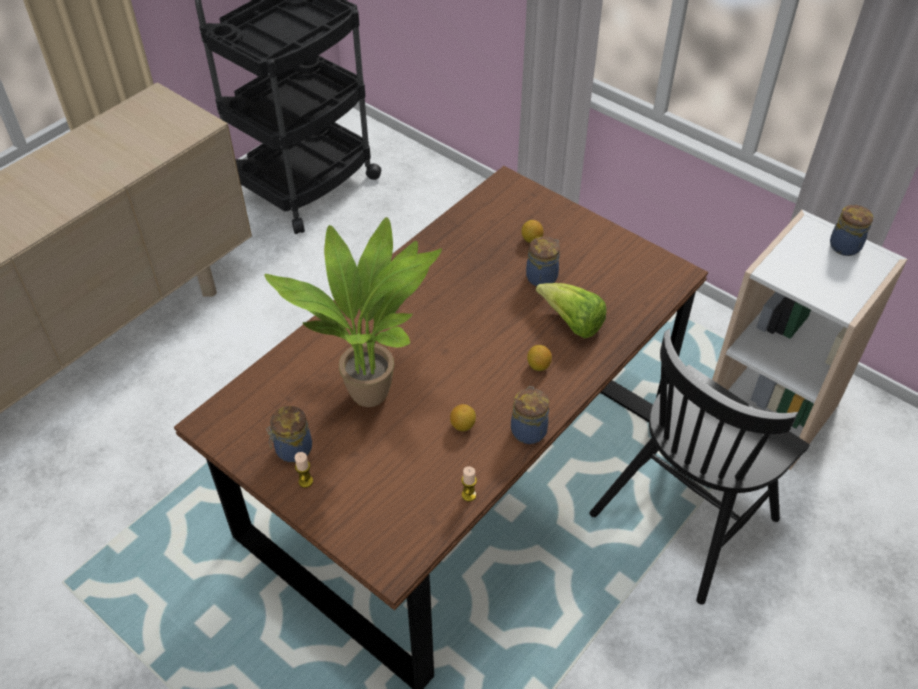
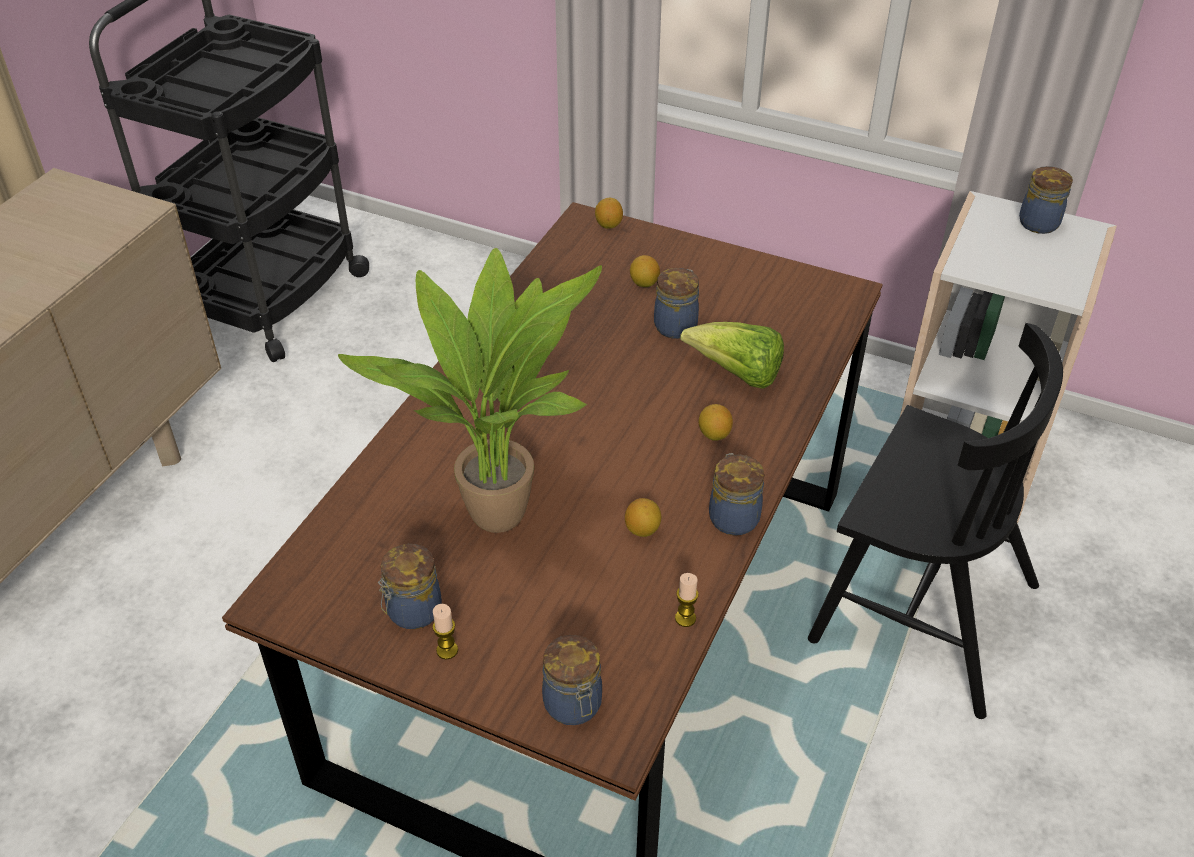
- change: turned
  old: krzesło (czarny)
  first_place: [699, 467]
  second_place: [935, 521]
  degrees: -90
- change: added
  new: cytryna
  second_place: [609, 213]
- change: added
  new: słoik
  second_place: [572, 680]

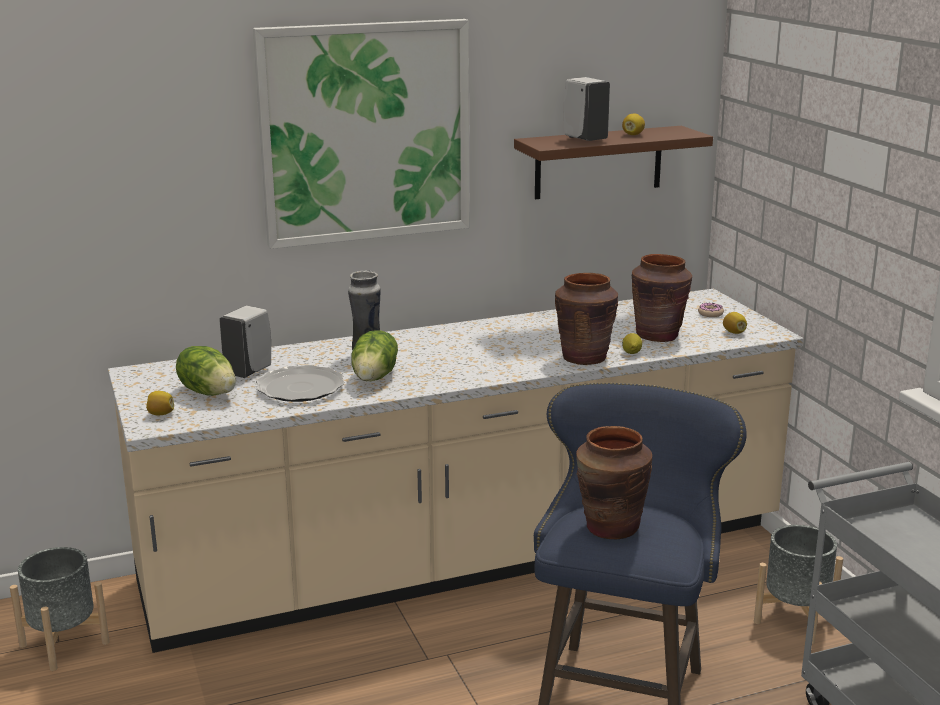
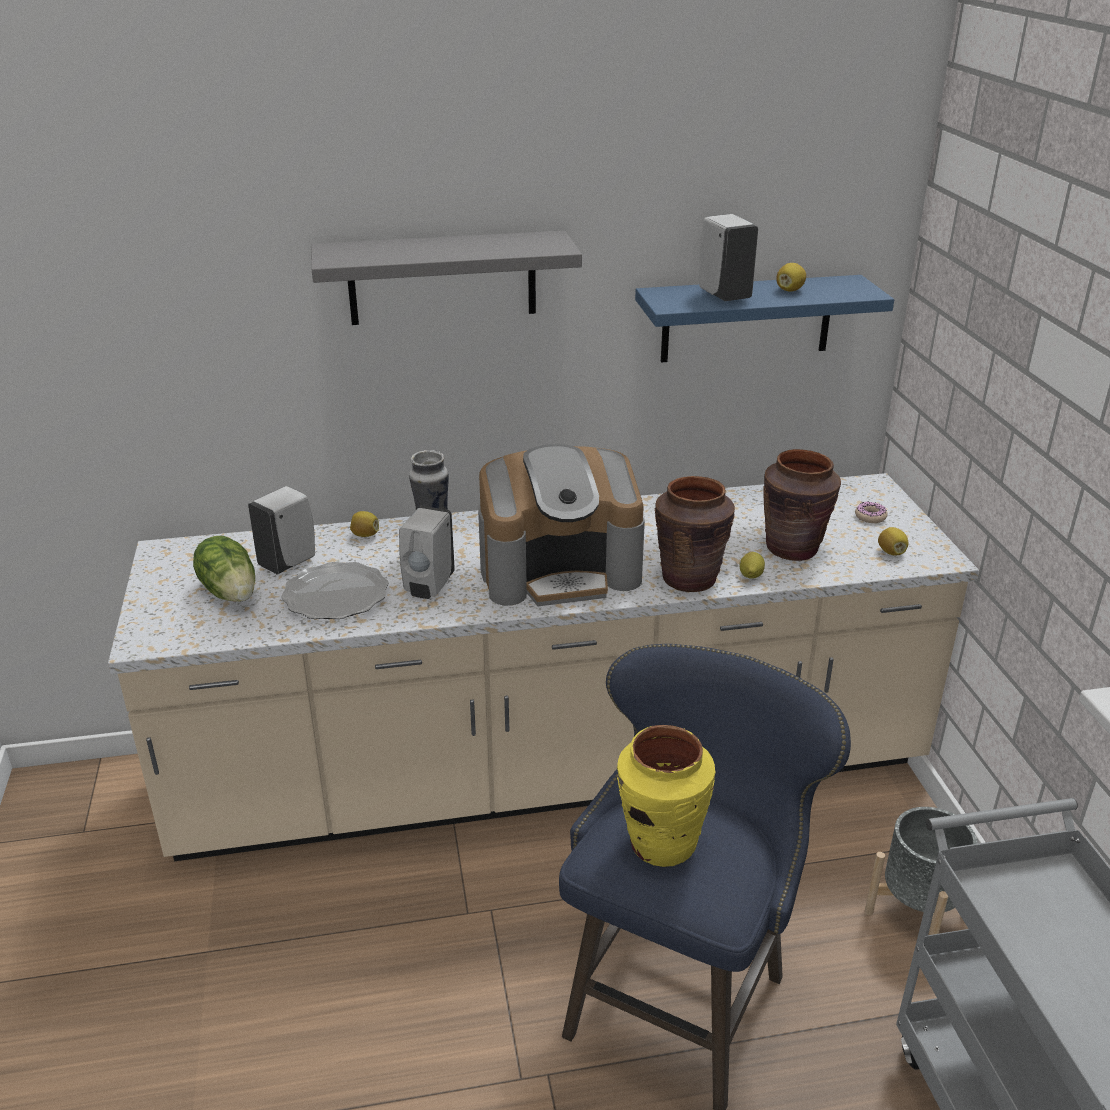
- change: replaced
  old: obraz
  new: półka (szary)
  first_place: [361, 134]
  second_place: [446, 278]
- change: recoloured
  old: półka (brązowy)
  new: półka (niebieski)
  first_place: [613, 162]
  second_place: [764, 318]
- change: replaced
  old: sałata
  new: dozownik mydła (biały)
  first_place: [374, 356]
  second_place: [427, 552]
- change: moved
  old: cytryna
  first_place: [160, 403]
  second_place: [364, 524]
- change: recoloured
  old: wazon (brązowy)
  new: wazon (żółty)
  first_place: [614, 482]
  second_place: [666, 796]
- change: removed
  old: donica (szary)
  first_place: [60, 609]
- change: added
  new: ekspres do kawy
  second_place: [561, 525]

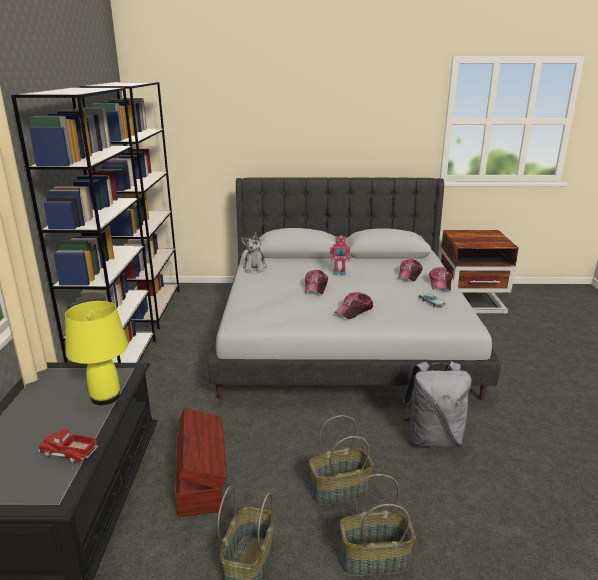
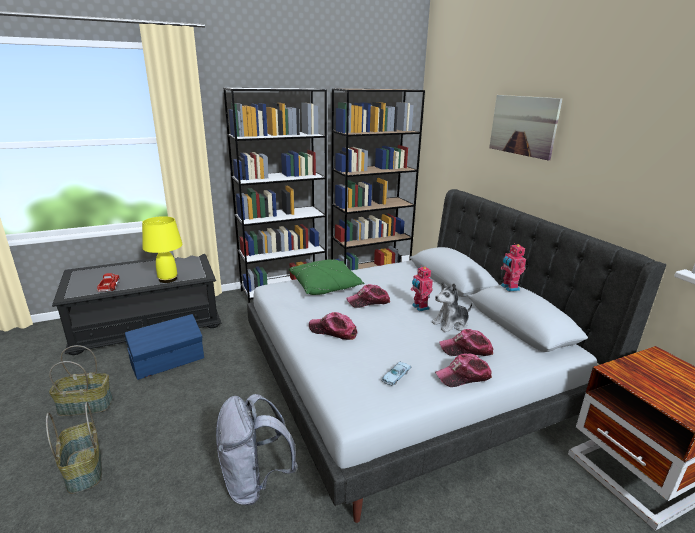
- change: moved
  old: pluszak
  first_place: [254, 252]
  second_place: [452, 307]
- change: recoloured
  old: pojemnik do przechowywania (brązowy)
  new: pojemnik do przechowywania (niebieski)
  first_place: [201, 462]
  second_place: [164, 347]
- change: removed
  old: koszyk
  first_place: [341, 460]
- change: added
  new: obraz
  second_place: [526, 127]
- change: added
  new: robot zabawkowy
  second_place: [513, 267]
- change: added
  new: poduszka (zielony)
  second_place: [326, 277]

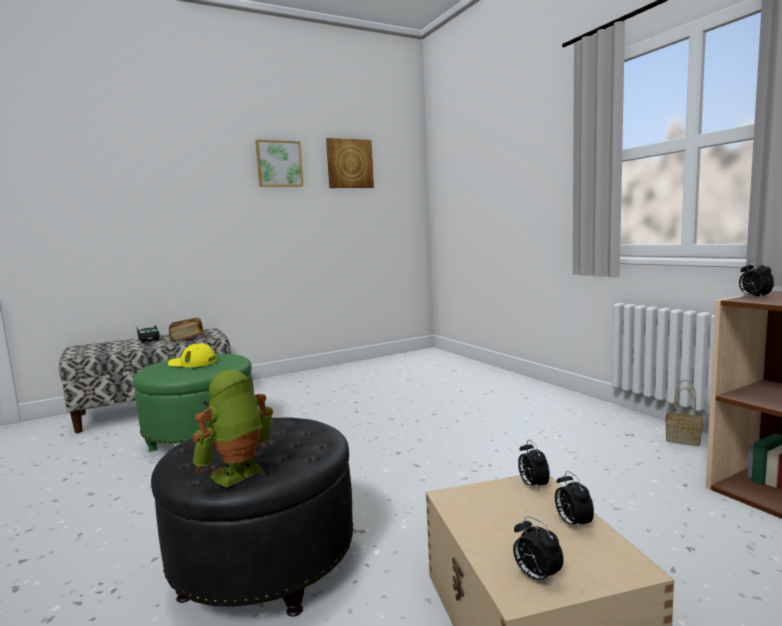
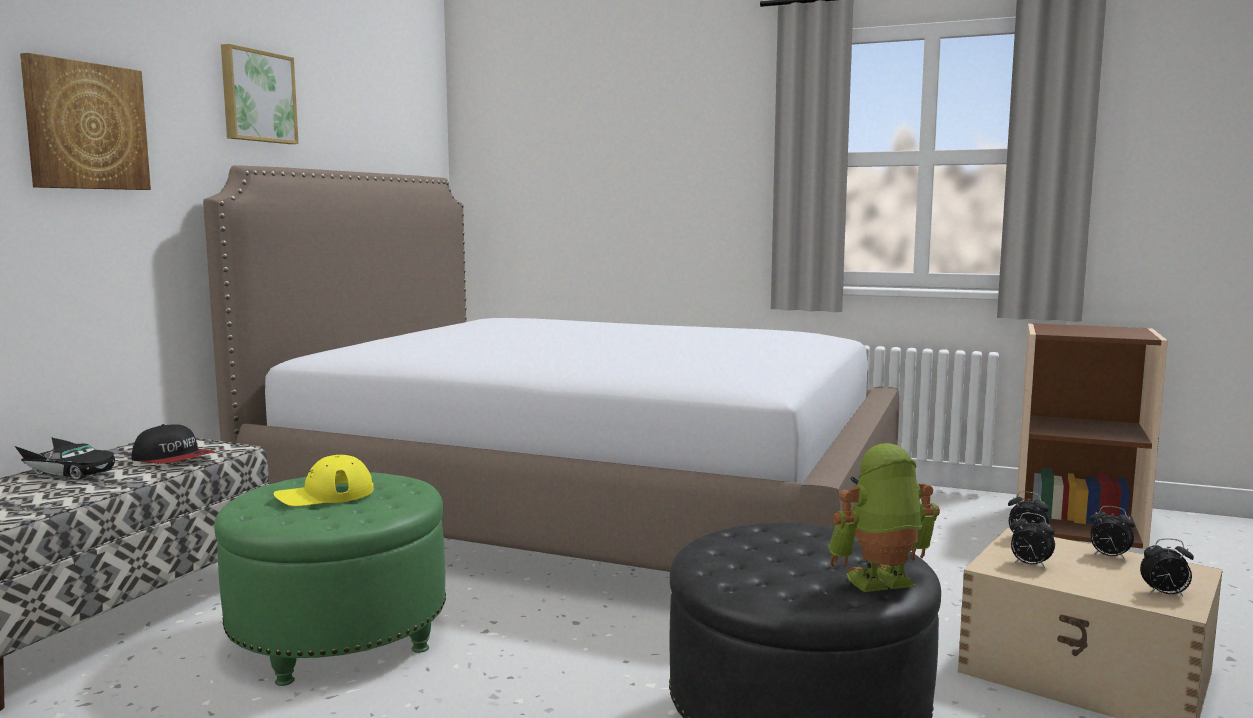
- change: moved
  old: obraz
  first_place: [350, 163]
  second_place: [85, 121]
- change: moved
  old: budzik
  first_place: [756, 279]
  second_place: [1033, 540]
- change: replaced
  old: książka
  new: czapka z daszkiem
  first_place: [186, 330]
  second_place: [173, 443]
- change: turned
  old: robot zabawkowy
  first_place: [233, 428]
  second_place: [884, 517]
  degrees: 75
- change: removed
  old: koszyk
  first_place: [684, 413]
- change: added
  new: łóżko
  second_place: [551, 368]

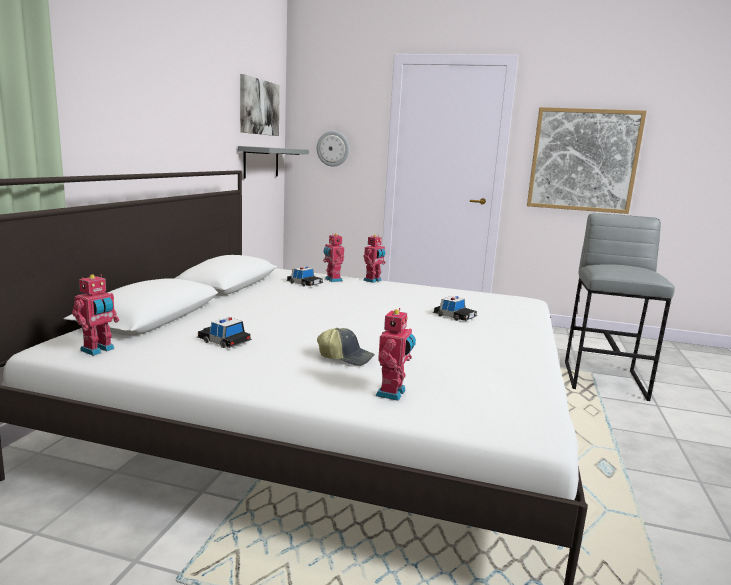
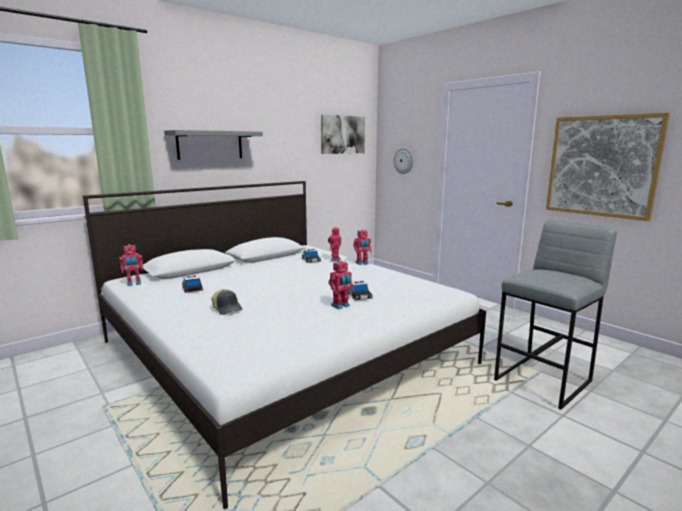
- change: moved
  old: półka (szary)
  first_place: [273, 162]
  second_place: [213, 145]
- change: moved
  old: robot zabawkowy
  first_place: [396, 354]
  second_place: [341, 284]

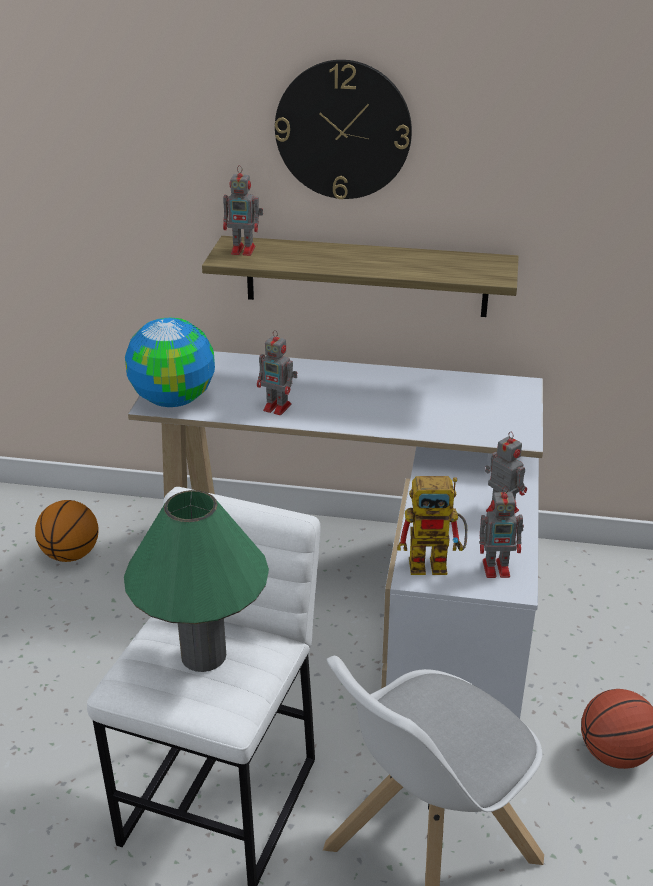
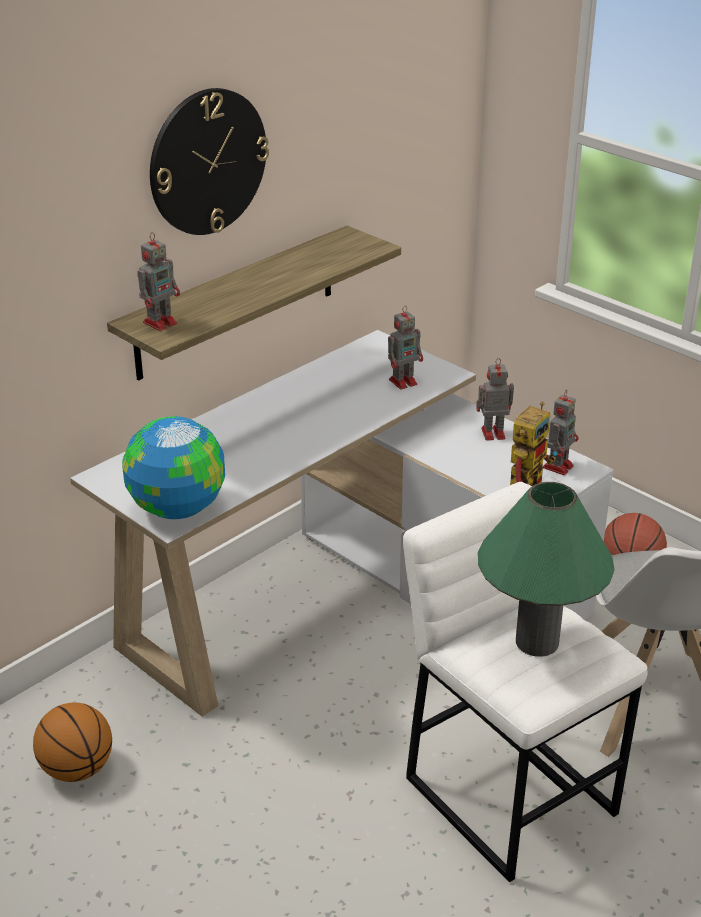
- change: moved
  old: robot zabawkowy
  first_place: [277, 372]
  second_place: [405, 348]

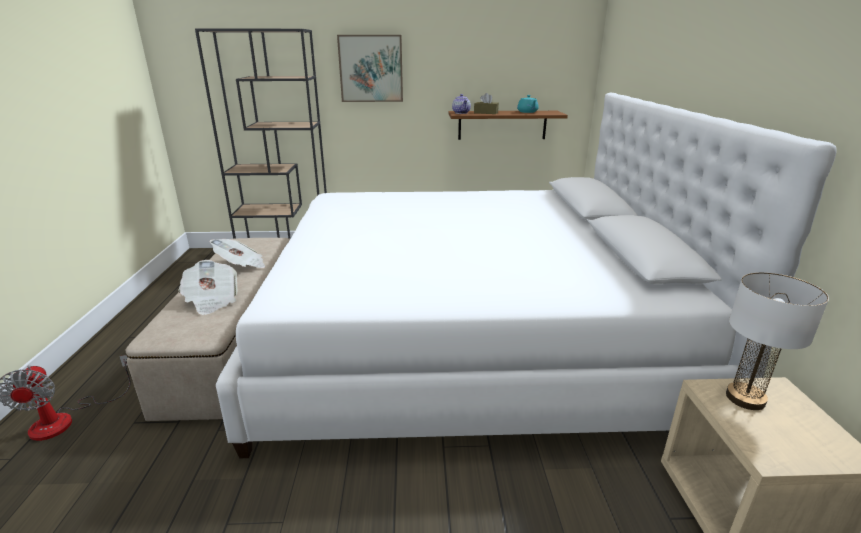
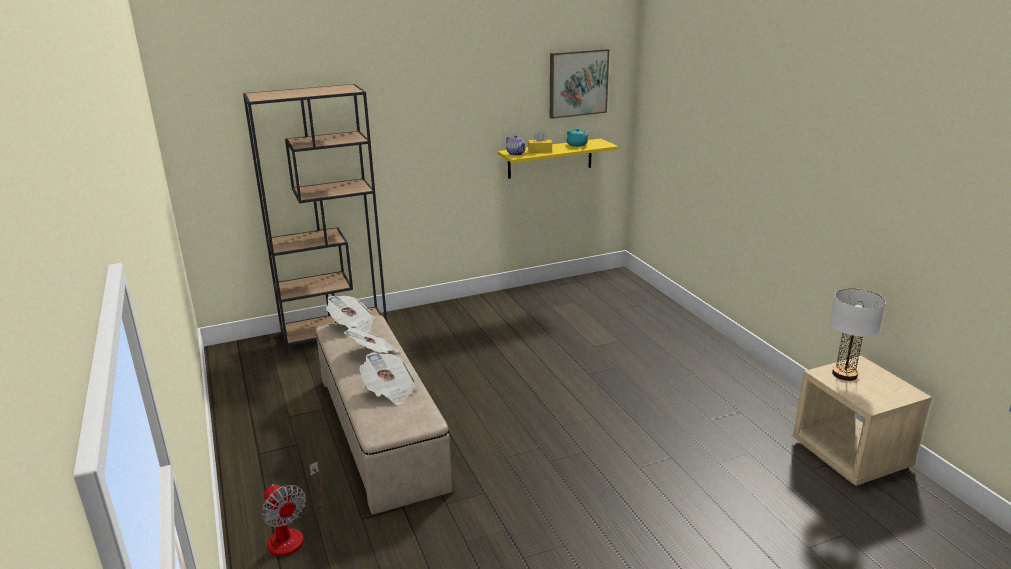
- change: moved
  old: obraz
  first_place: [370, 68]
  second_place: [579, 84]
- change: removed
  old: łóżko (biały)
  first_place: [526, 275]
- change: recoloured
  old: pudełko chusteczek (brązowy)
  new: pudełko chusteczek (żółty)
  first_place: [486, 103]
  second_place: [540, 142]
- change: recoloured
  old: półka (brązowy)
  new: półka (żółty)
  first_place: [508, 125]
  second_place: [557, 158]
- change: added
  new: gazeta
  second_place: [350, 313]

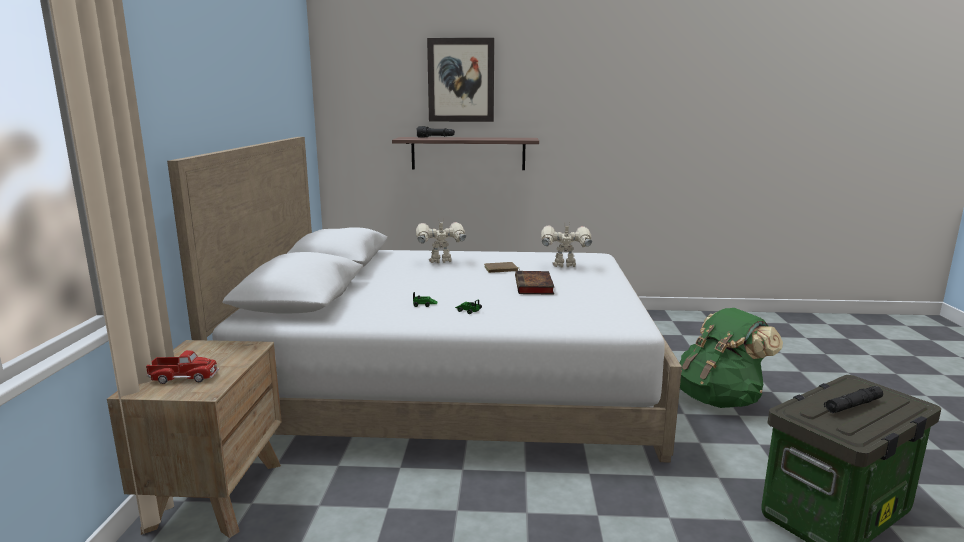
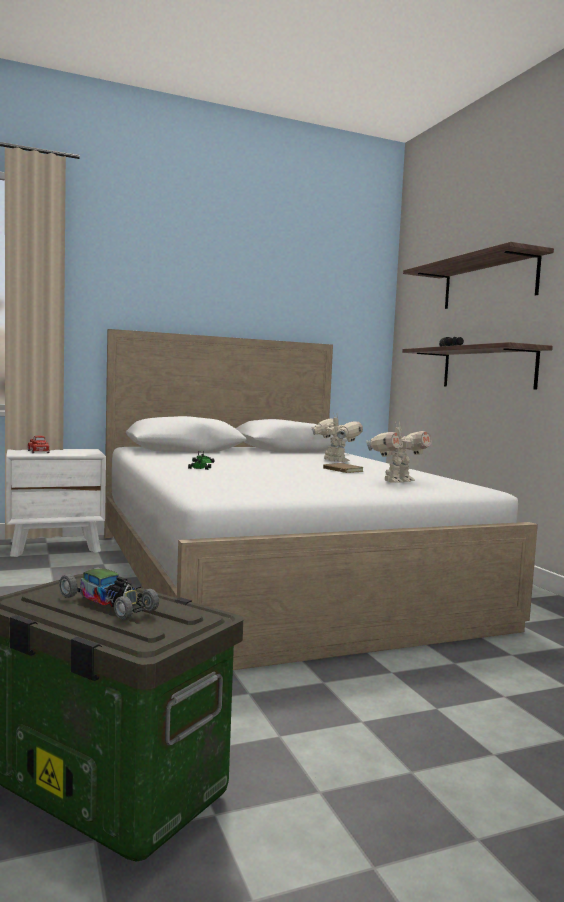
- change: replaced
  old: obraz
  new: półka
  first_place: [460, 80]
  second_place: [478, 275]
- change: turned
  old: robot zabawkowy
  first_place: [566, 245]
  second_place: [399, 452]
  degrees: 75
- change: removed
  old: książka
  first_place: [534, 283]
- change: removed
  old: plecak (zielony)
  first_place: [731, 358]
- change: recoloured
  old: szafka nocna (brązowy)
  new: szafka nocna (biały)
  first_place: [194, 439]
  second_place: [56, 503]
- change: replaced
  old: latarka (czarny)
  new: samochodzik
  first_place: [853, 399]
  second_place: [109, 594]

